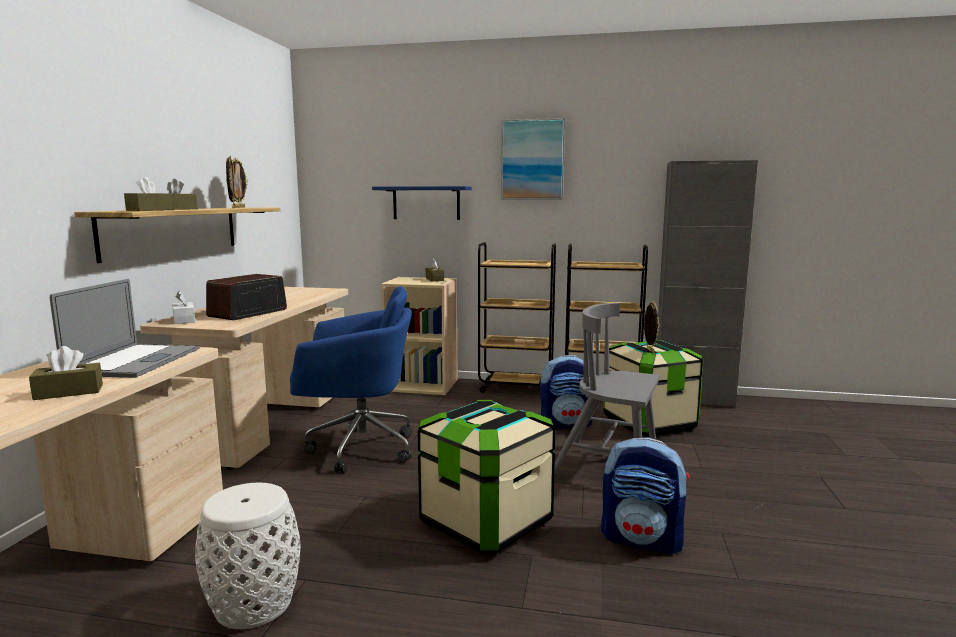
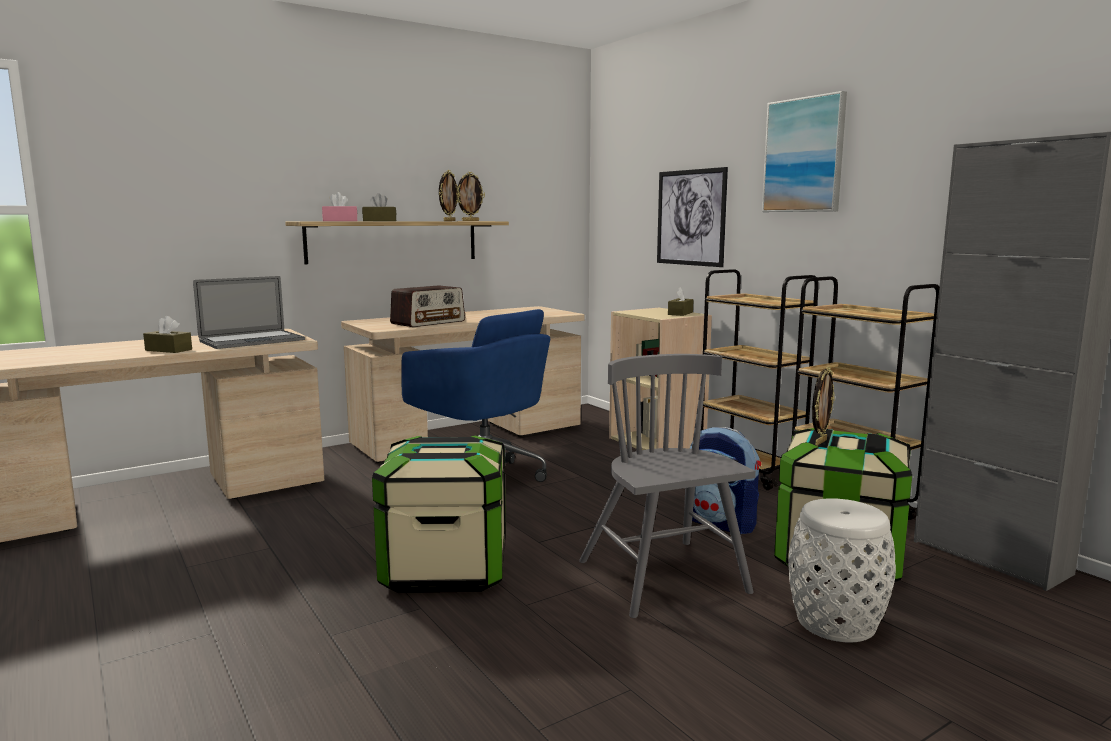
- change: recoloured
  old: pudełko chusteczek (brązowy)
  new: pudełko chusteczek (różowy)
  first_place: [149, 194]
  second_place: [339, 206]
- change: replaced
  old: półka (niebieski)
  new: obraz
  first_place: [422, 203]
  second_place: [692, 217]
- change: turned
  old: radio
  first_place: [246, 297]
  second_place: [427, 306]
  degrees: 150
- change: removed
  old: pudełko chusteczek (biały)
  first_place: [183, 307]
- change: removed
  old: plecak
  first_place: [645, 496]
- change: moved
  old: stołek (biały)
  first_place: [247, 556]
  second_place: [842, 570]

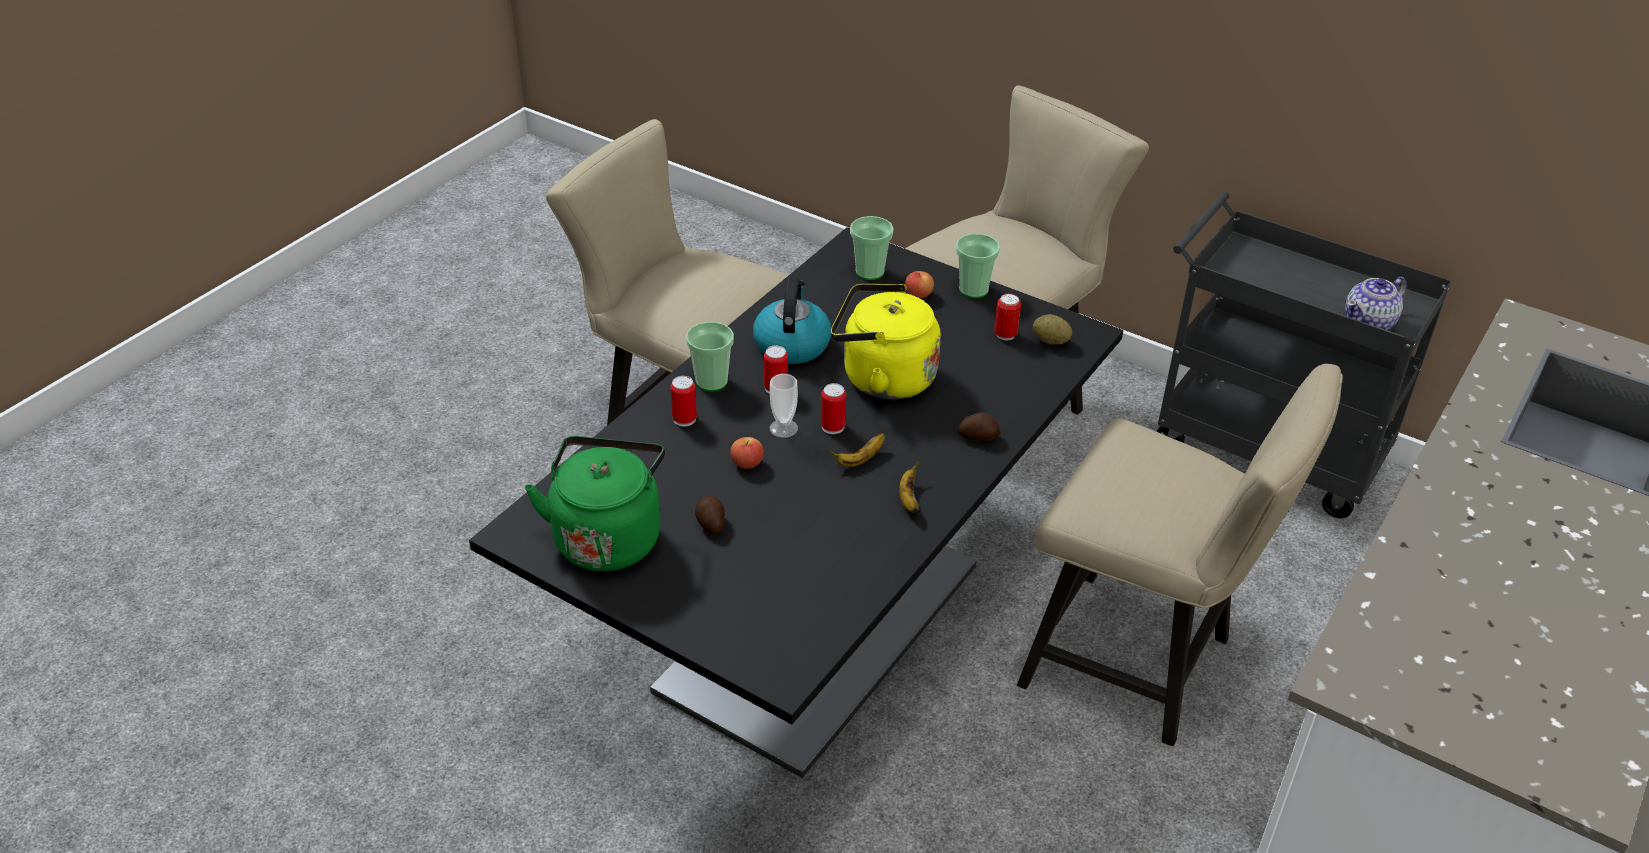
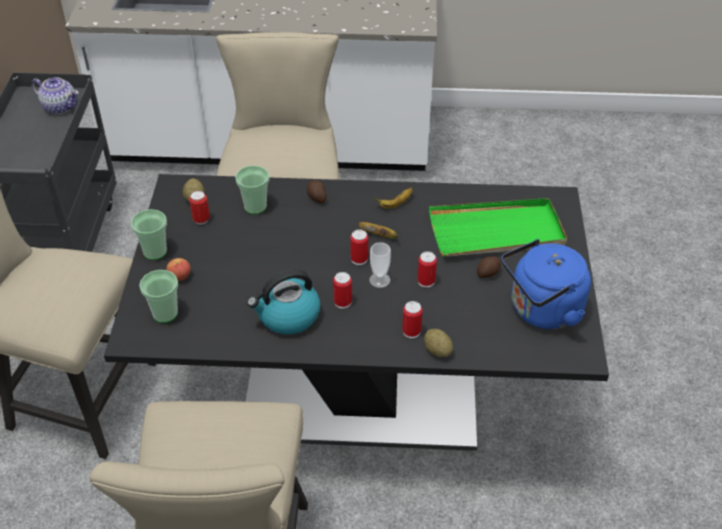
- change: removed
  old: czajnik (żółty)
  first_place: [886, 342]
- change: moved
  old: filiżanka
  first_place: [710, 357]
  second_place: [252, 190]
- change: recoloured
  old: czajnik (zielony)
  new: czajnik (niebieski)
  first_place: [595, 503]
  second_place: [546, 284]
- change: replaced
  old: jabłko
  new: puszka
  first_place: [747, 453]
  second_place: [427, 269]
- change: added
  new: taca (zielony)
  second_place: [498, 227]
- change: added
  new: ziemniak
  second_place: [438, 343]

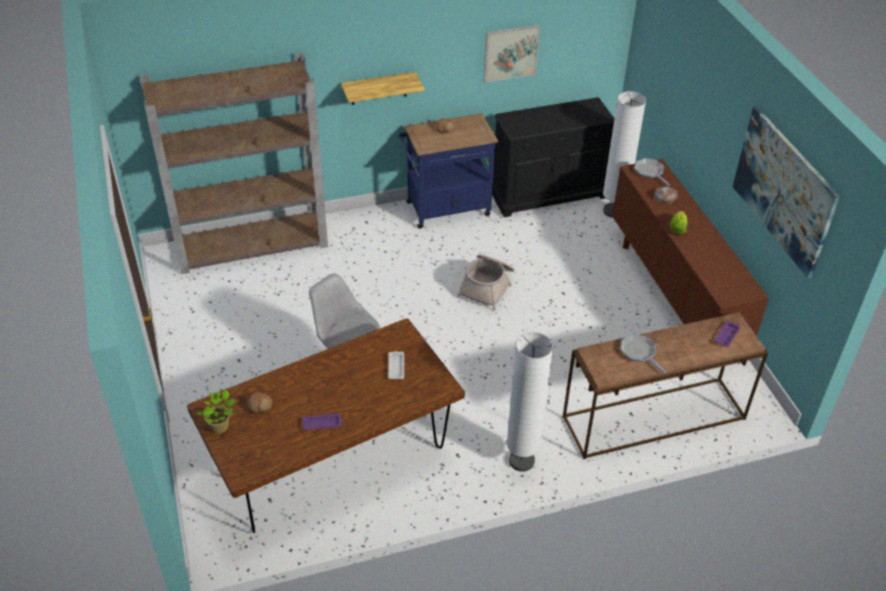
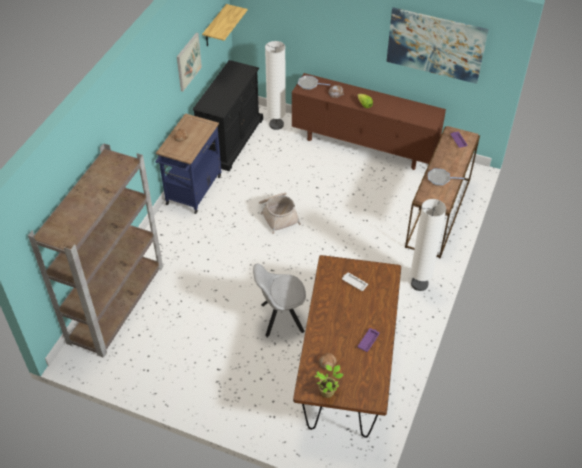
- change: moved
  old: półka
  first_place: [383, 88]
  second_place: [225, 25]

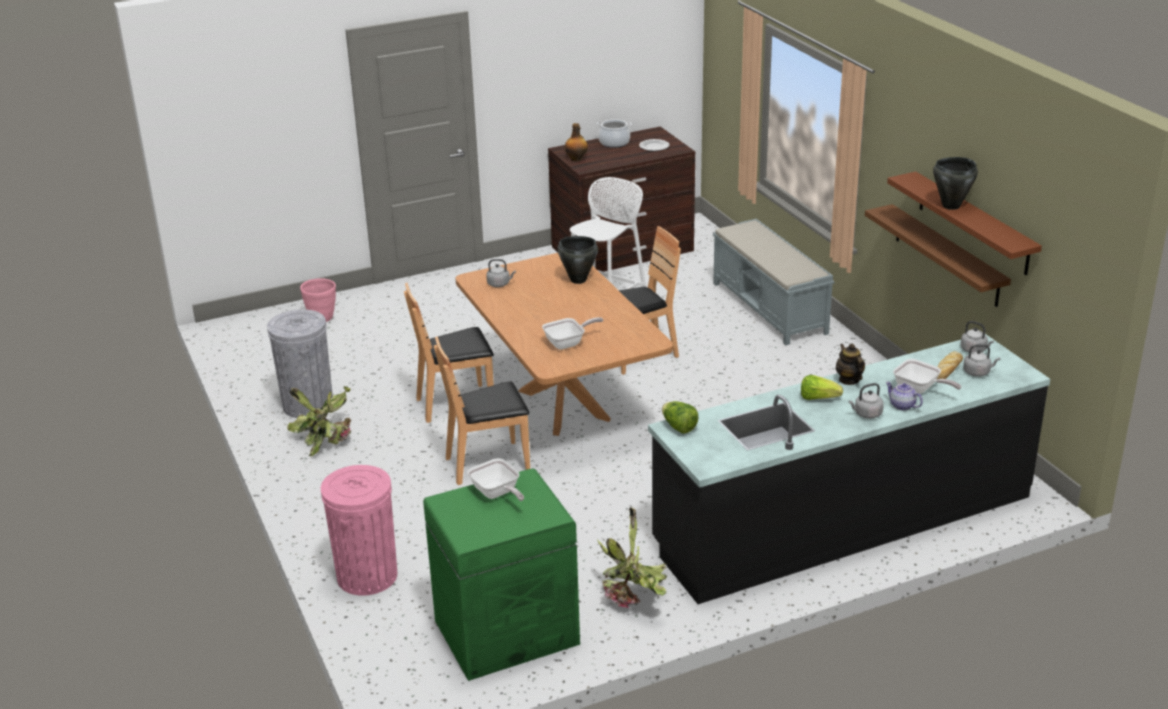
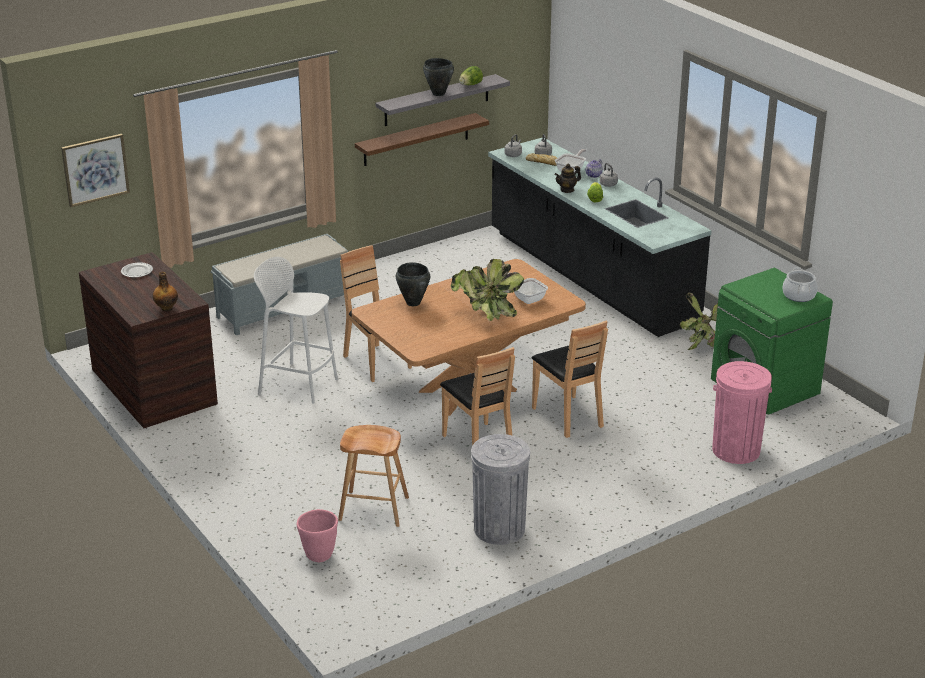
- change: moved
  old: garnek
  first_place: [614, 133]
  second_place: [800, 285]
- change: recoloured
  old: półka (brązowy)
  new: półka (szary)
  first_place: [964, 223]
  second_place: [443, 100]
- change: removed
  old: czajnik (szary)
  first_place: [501, 273]
- change: moved
  old: roślina doniczkowa
  first_place: [319, 421]
  second_place: [487, 290]
- change: moved
  old: sałata
  first_place: [680, 417]
  second_place: [471, 75]
- change: removed
  old: patelnia
  first_place: [495, 479]
- change: added
  new: obraz
  second_place: [95, 170]
- change: added
  new: stołek (brązowy)
  second_place: [373, 476]

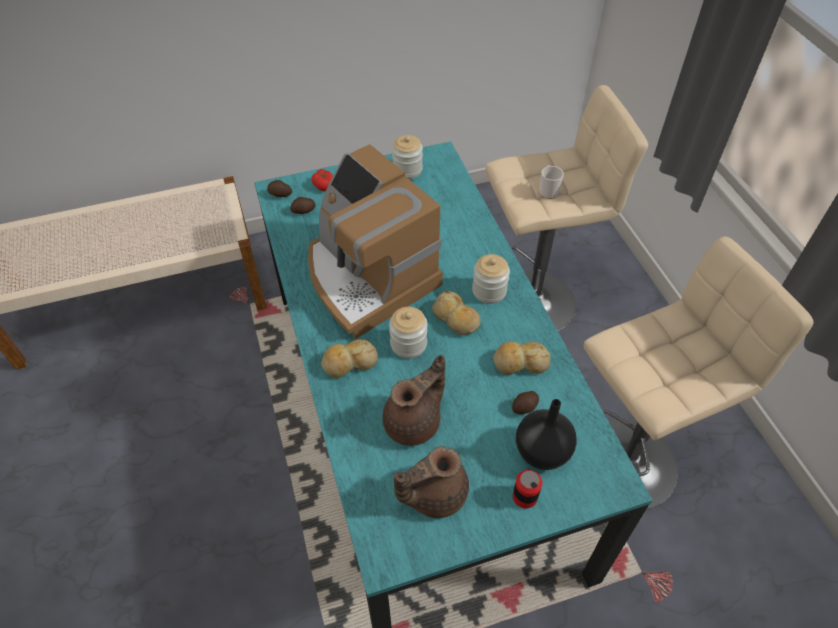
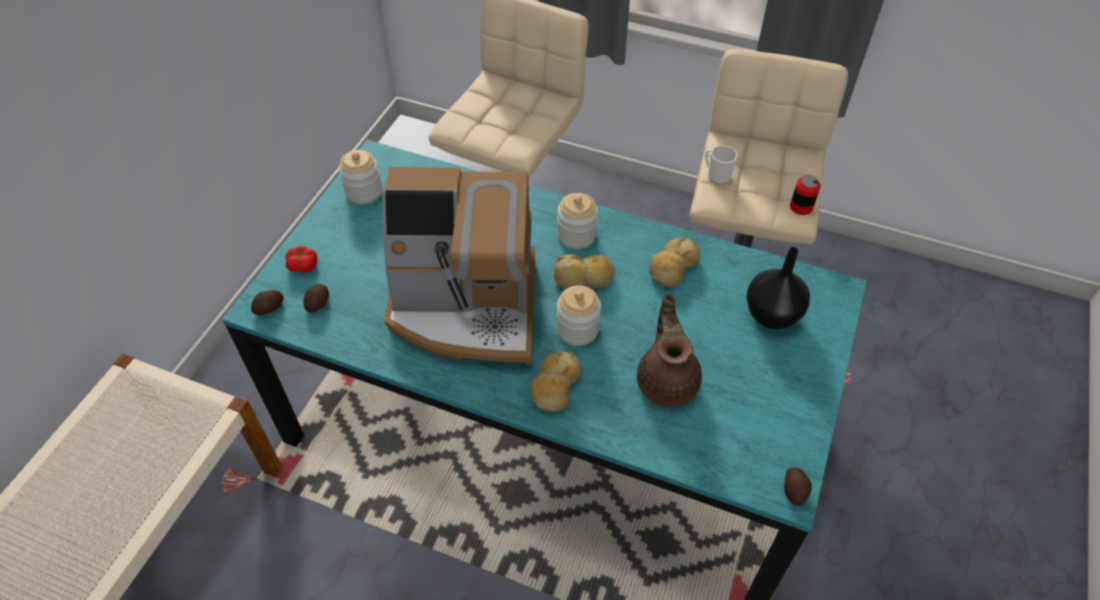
- change: moved
  old: kubek
  first_place: [551, 182]
  second_place: [721, 164]
- change: moved
  old: ziemniak
  first_place: [525, 402]
  second_place: [798, 487]
- change: removed
  old: imbryk (brązowy)
  first_place: [431, 482]
- change: moved
  old: puszka
  first_place: [527, 489]
  second_place: [805, 195]

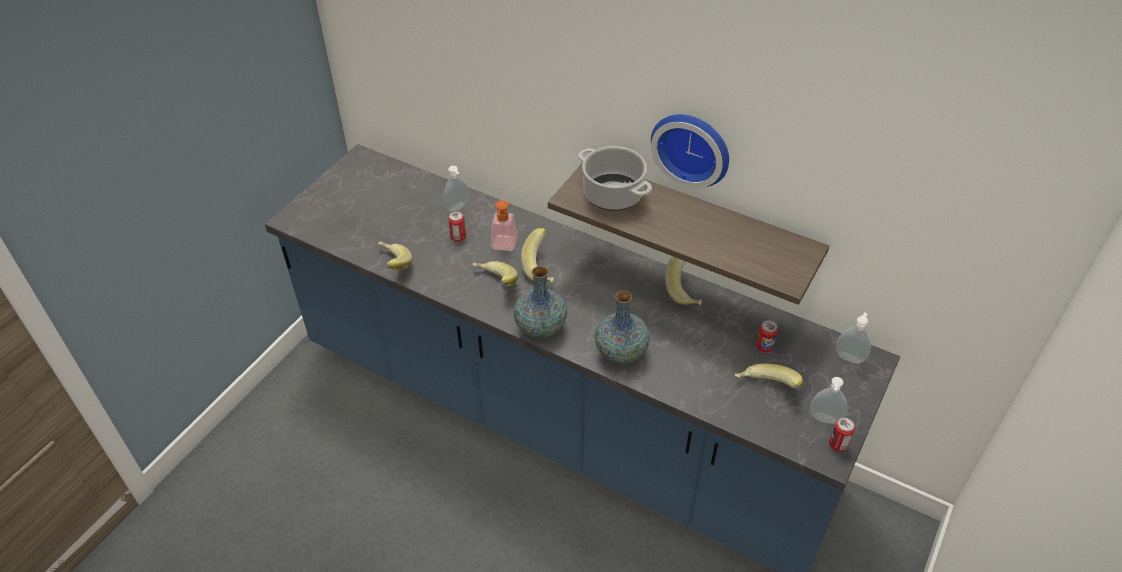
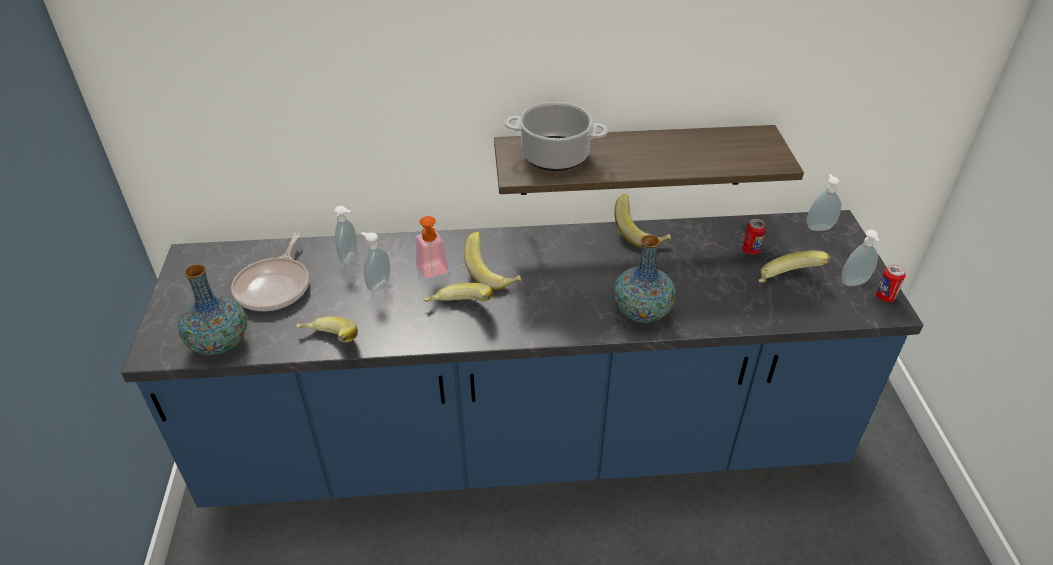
- change: removed
  old: zegar ścienny
  first_place: [690, 151]
- change: replaced
  old: puszka
  new: dozownik mydła
  first_place: [457, 226]
  second_place: [375, 262]
- change: moved
  old: wazon
  first_place: [540, 302]
  second_place: [212, 309]
- change: added
  new: patelnia
  second_place: [270, 271]

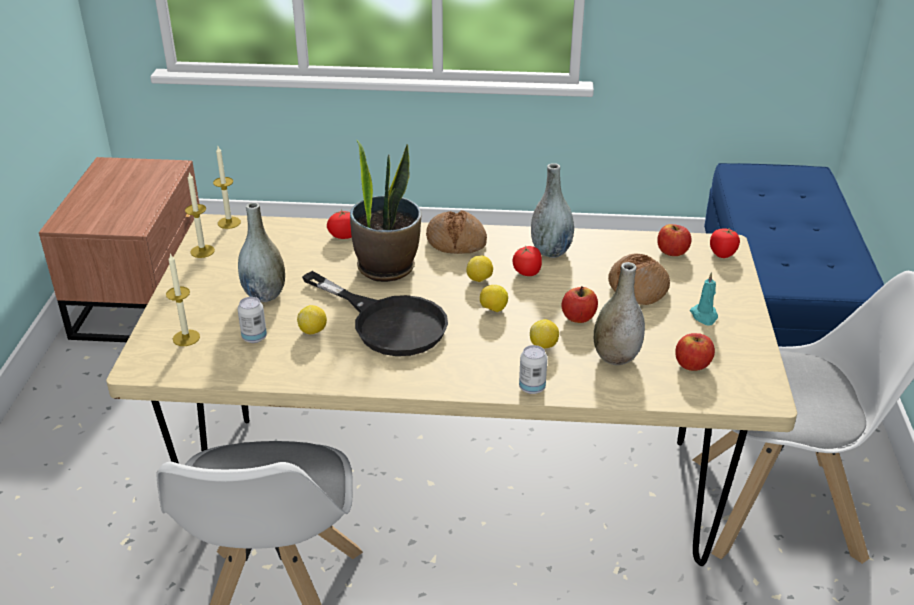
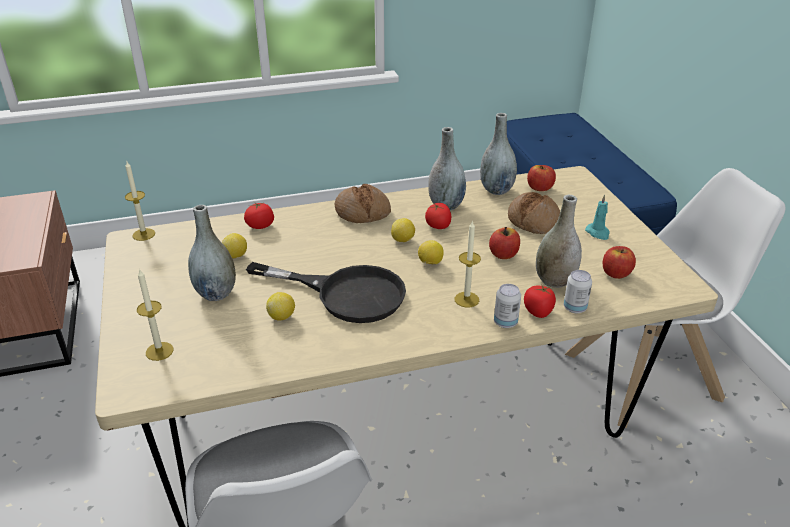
- change: removed
  old: roślina doniczkowa
  first_place: [385, 210]
- change: moved
  old: świeca
  first_place: [200, 215]
  second_place: [467, 263]
- change: moved
  old: pomidor
  first_place: [725, 242]
  second_place: [540, 301]
- change: moved
  old: puszka
  first_place: [252, 320]
  second_place: [578, 291]
- change: moved
  old: cytryna
  first_place: [544, 334]
  second_place: [234, 245]
- change: added
  new: wazon (szary)
  second_place: [498, 154]

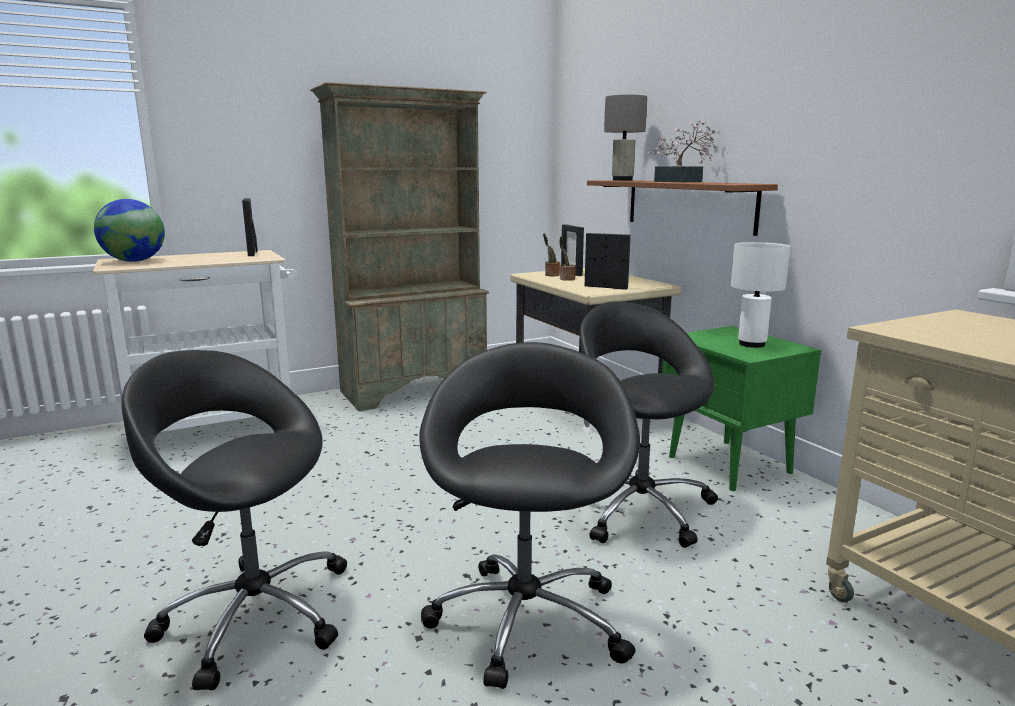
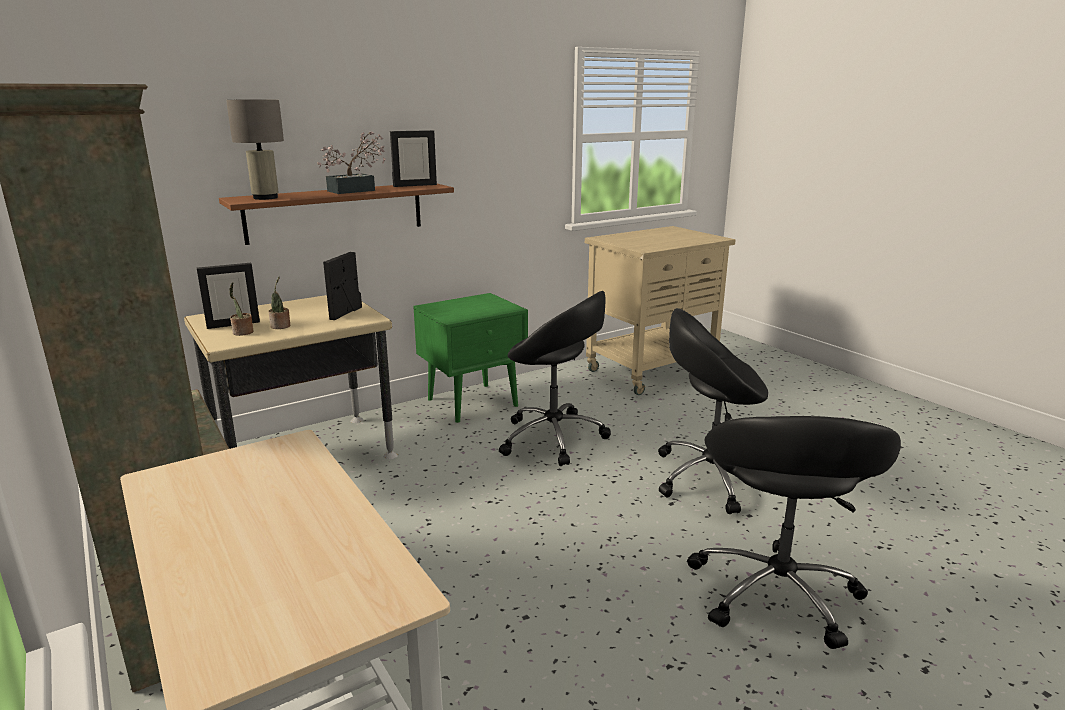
- change: moved
  old: ramka na zdjęcie
  first_place: [250, 227]
  second_place: [413, 158]
- change: removed
  old: globus
  first_place: [129, 230]
- change: removed
  old: lampa stołowa (biały)
  first_place: [760, 295]
- change: turned
  old: krzesło biurowe (czarny)
  first_place: [648, 424]
  second_place: [555, 378]
  degrees: -105

